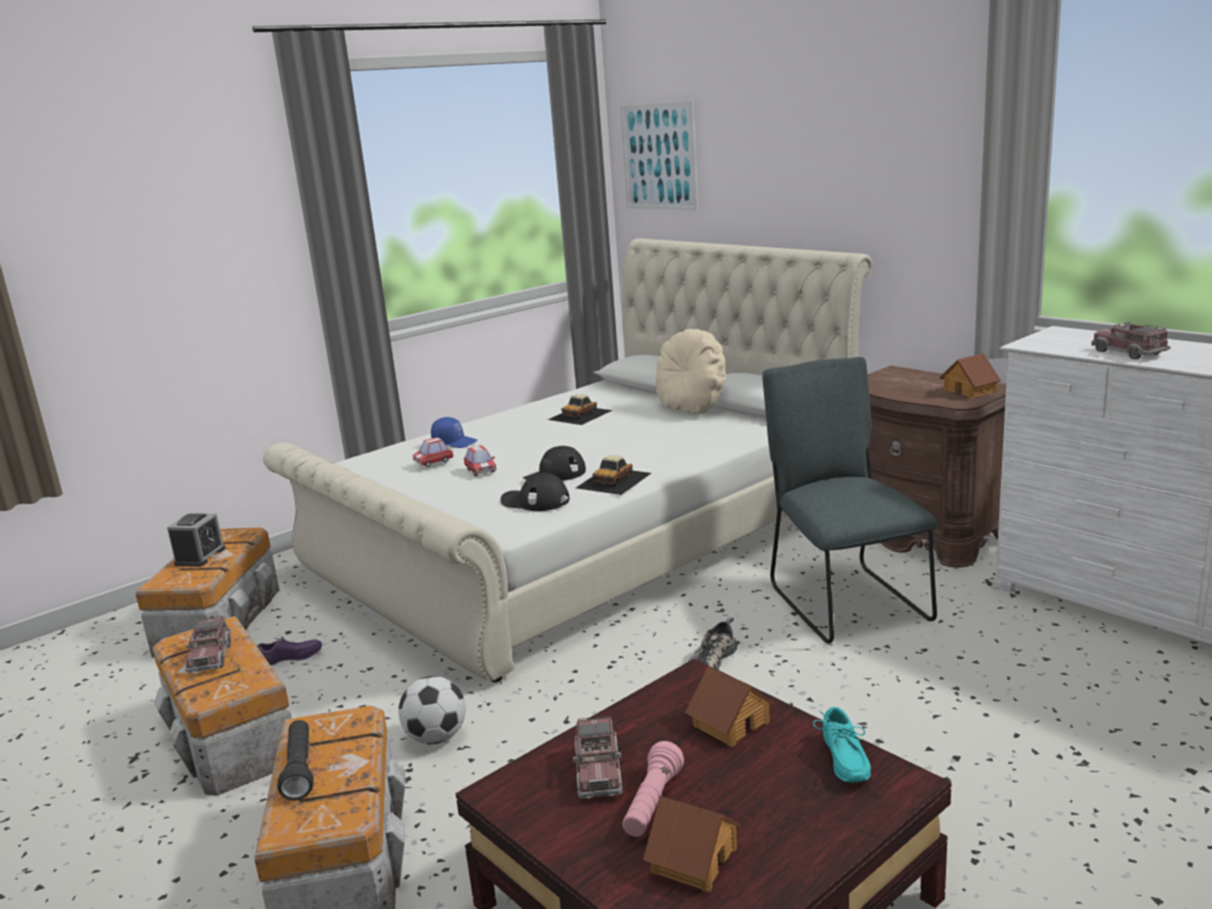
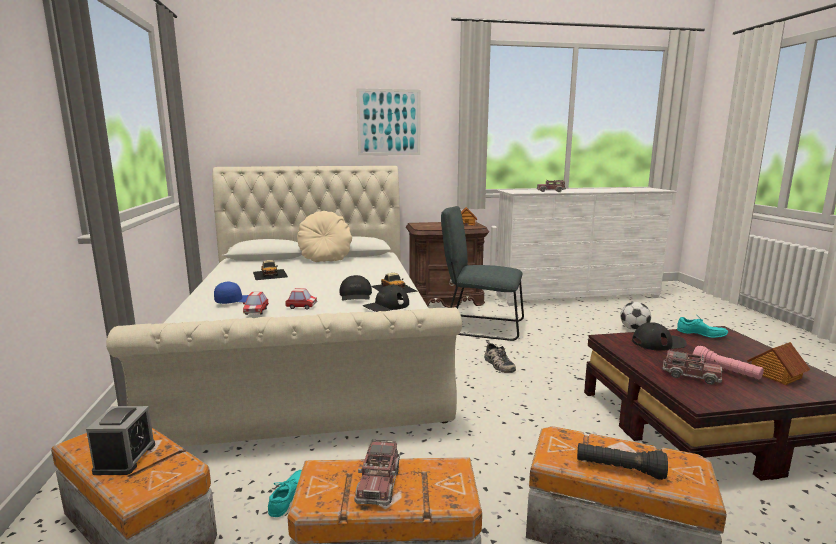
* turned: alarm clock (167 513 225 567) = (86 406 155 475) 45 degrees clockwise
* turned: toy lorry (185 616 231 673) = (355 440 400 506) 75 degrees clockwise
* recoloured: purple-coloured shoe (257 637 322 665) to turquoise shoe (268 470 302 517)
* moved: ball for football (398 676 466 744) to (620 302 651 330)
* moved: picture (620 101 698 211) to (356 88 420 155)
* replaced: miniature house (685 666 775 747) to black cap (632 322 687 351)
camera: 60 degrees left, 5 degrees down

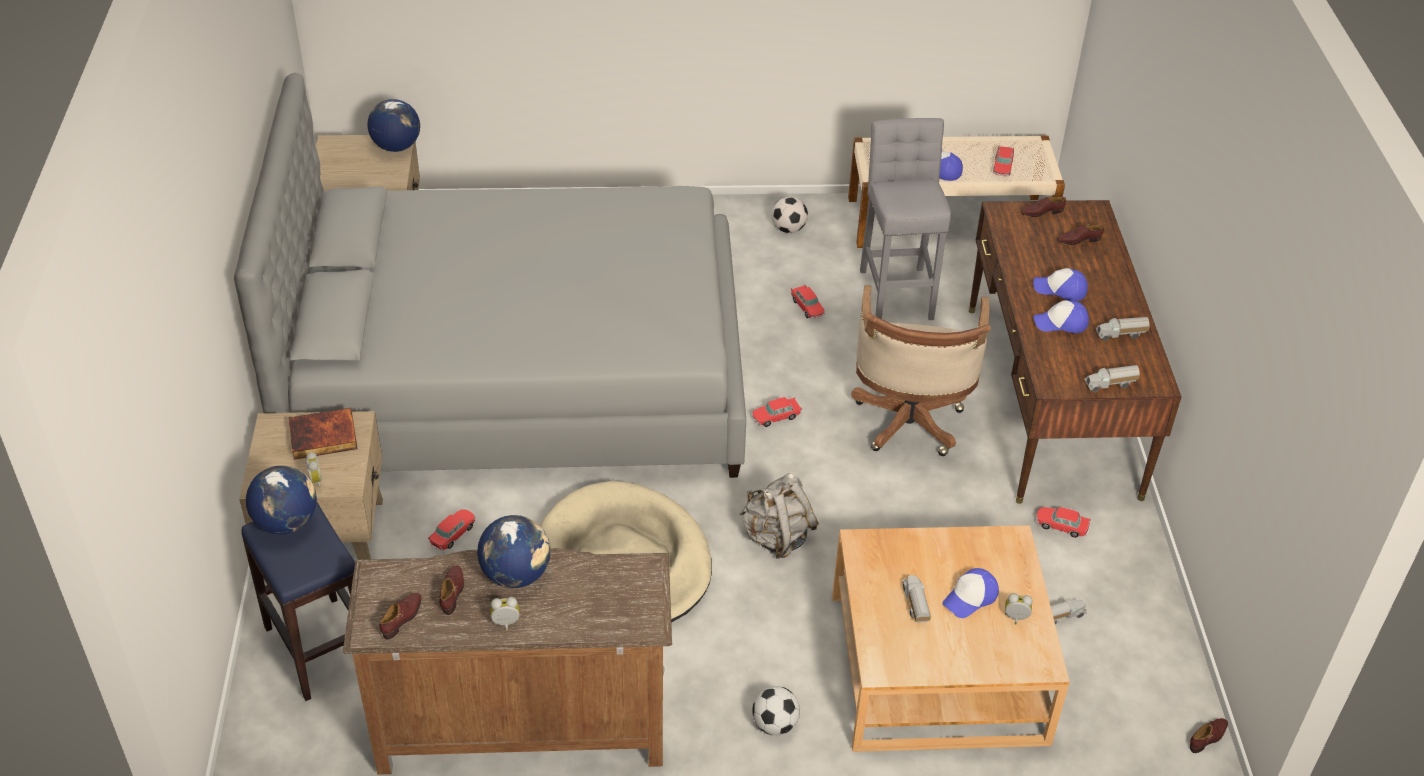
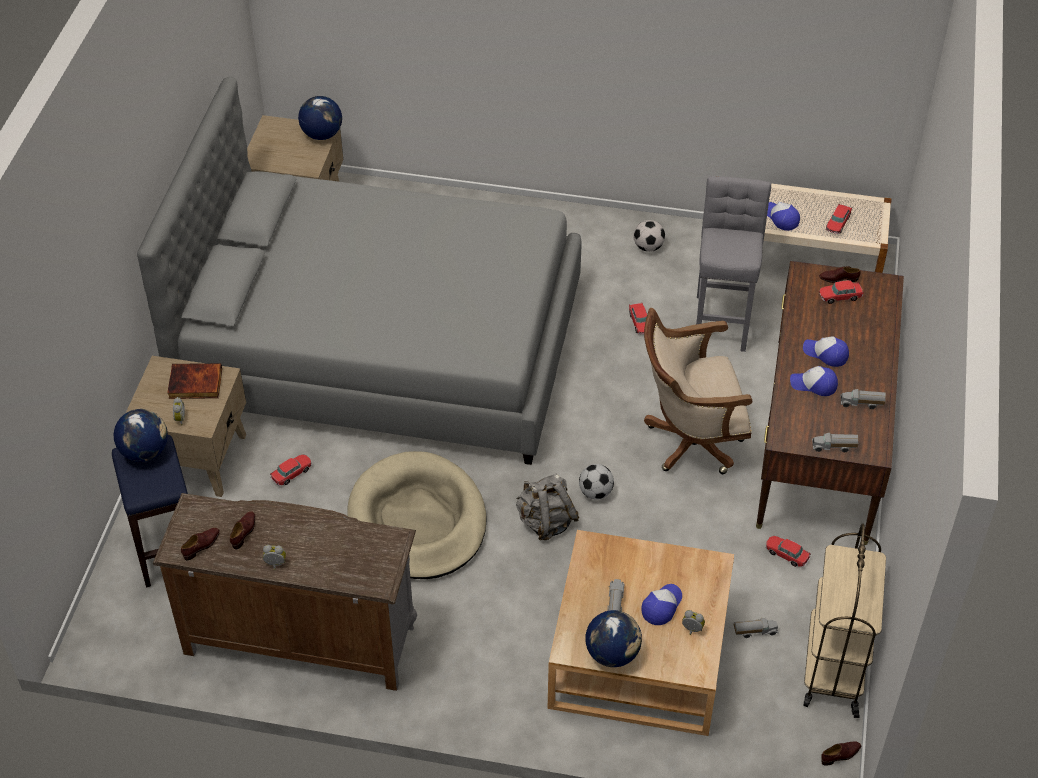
* moved: globe (477 515 551 588) to (585 610 642 667)
* moved: miniature car (752 397 802 427) to (820 280 864 304)
* moved: ball for football (752 686 800 735) to (579 464 614 500)
* turned: desk chair (851 285 991 456) = (644 308 753 474) 60 degrees clockwise
* turned: cap (942 568 999 618) = (641 584 682 625) 150 degrees clockwise
* removed: brown shoe (1057 224 1104 245)
* added: beige trolley (803 523 886 718)
camera: 15 degrees right, 5 degrees up

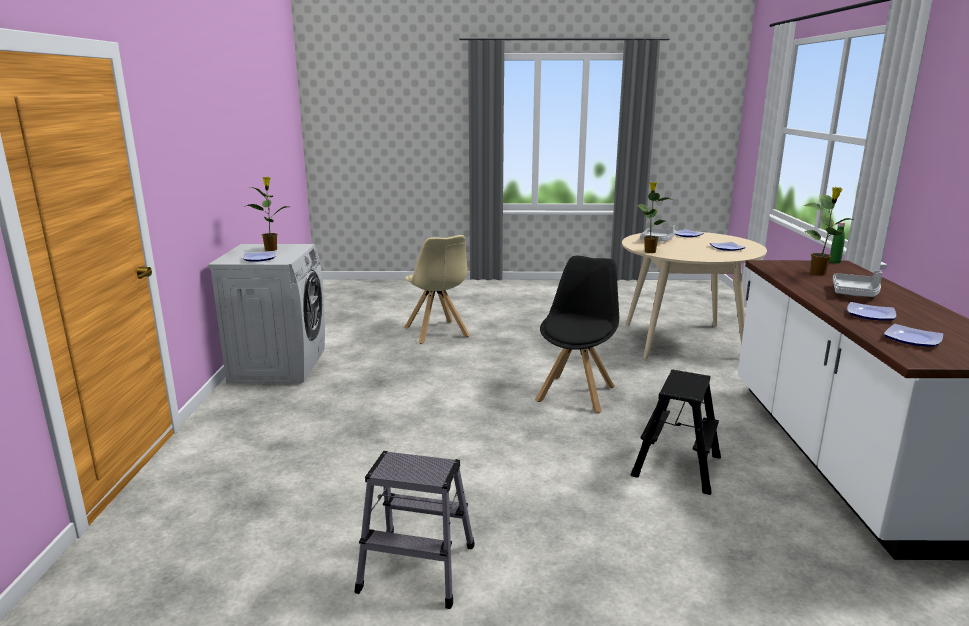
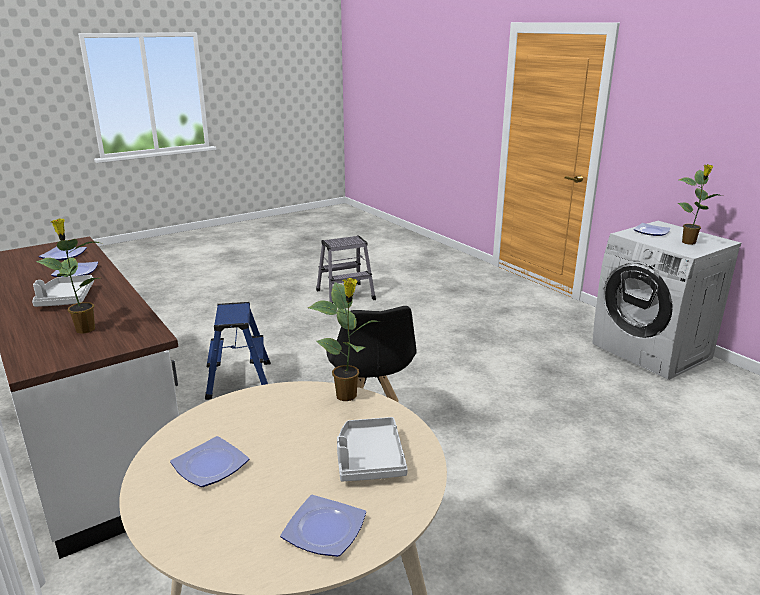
* removed: beige upright chair (404 235 470 344)
* recoloured: black stepladder (631 369 721 495) to bluish stepladder (205 302 271 400)
* removed: greenish bottle (829 222 845 264)
camera: 145 degrees right, 5 degrees up

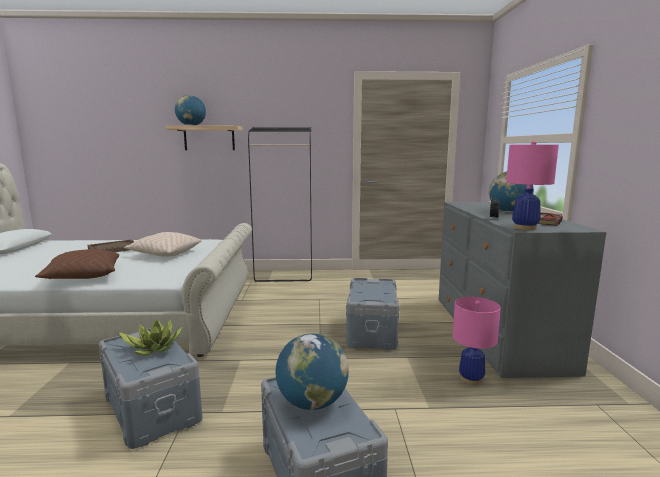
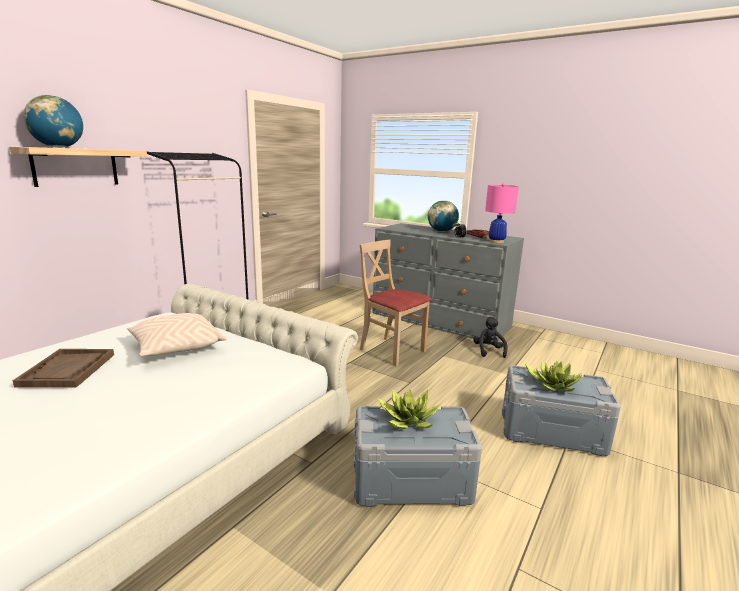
* removed: brown cushion (35 249 119 279)
* replaced: globe (275 333 349 410) to houseplant (525 360 582 392)
* replaced: gray storage bin (346 278 399 350) to beige upright chair (360 240 432 366)
* replaced: pink lamp for a table (452 297 501 385) to black soft toy (473 317 508 358)
camera: 55 degrees left, 5 degrees up

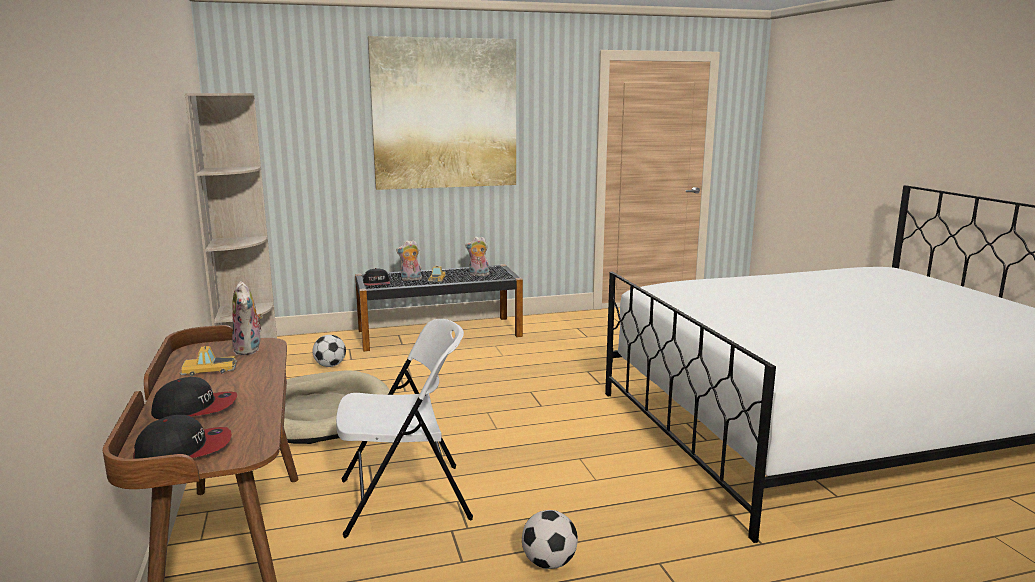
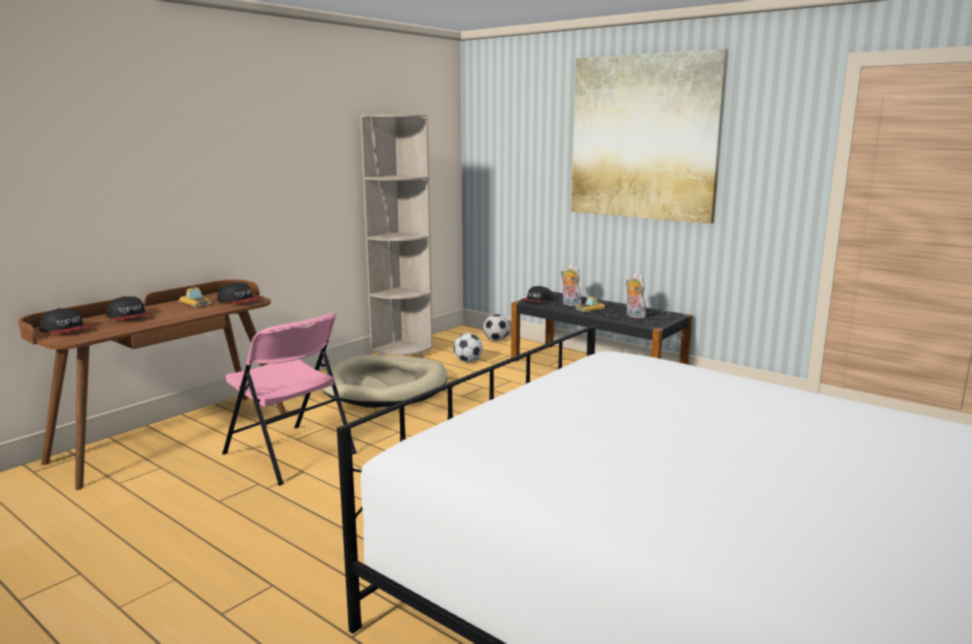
* replaced: soft toy (232 281 263 355) to cap (217 282 262 303)
* recoloured: white-coloured upright chair (336 319 473 538) to pink upright chair (222 313 357 486)
* moved: ball for football (522 510 578 569) to (483 314 510 341)
camera: 55 degrees right, 0 degrees up

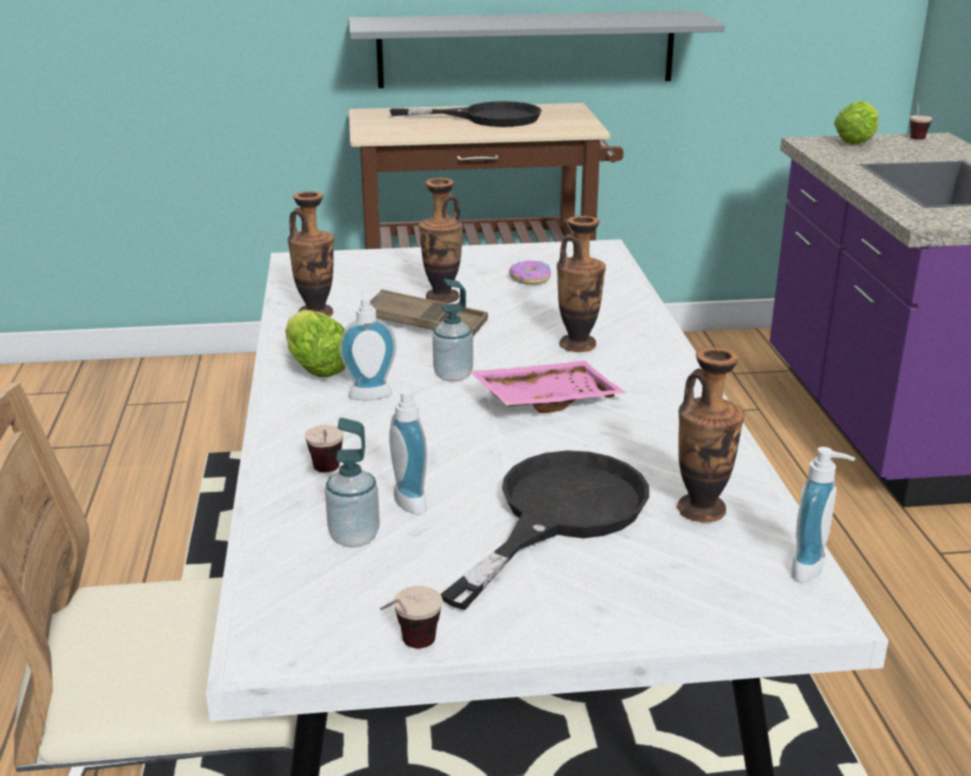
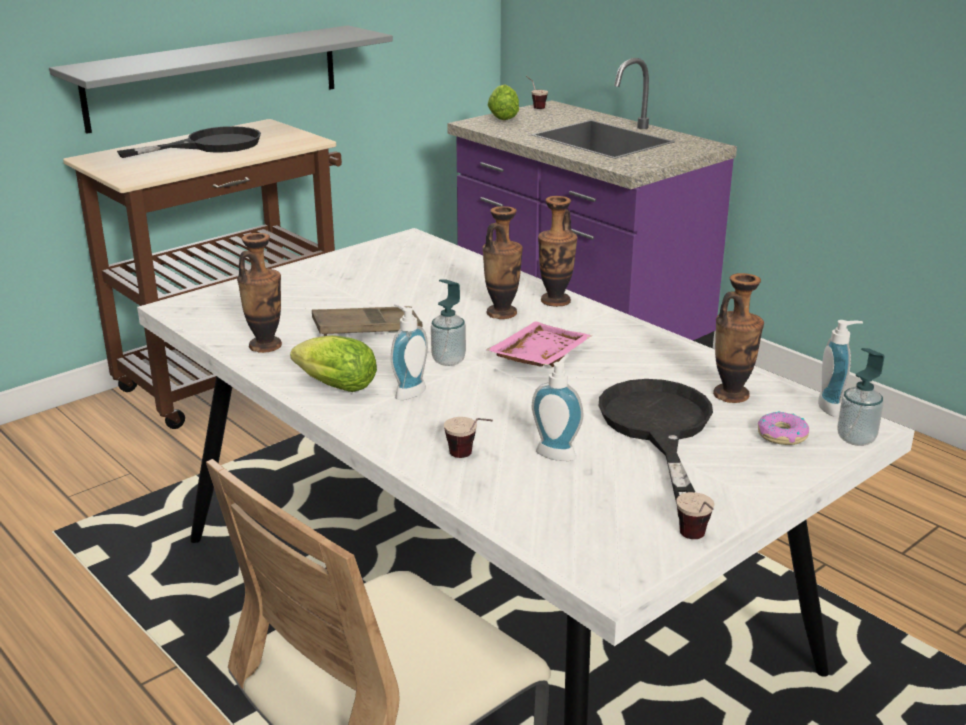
* moved: liquid soap bottle (325 418 380 548) to (837 348 884 446)
* moved: flower vase (419 178 463 303) to (538 196 577 307)
* moved: donut (509 260 551 285) to (758 411 809 445)
camera: 35 degrees left, 0 degrees up

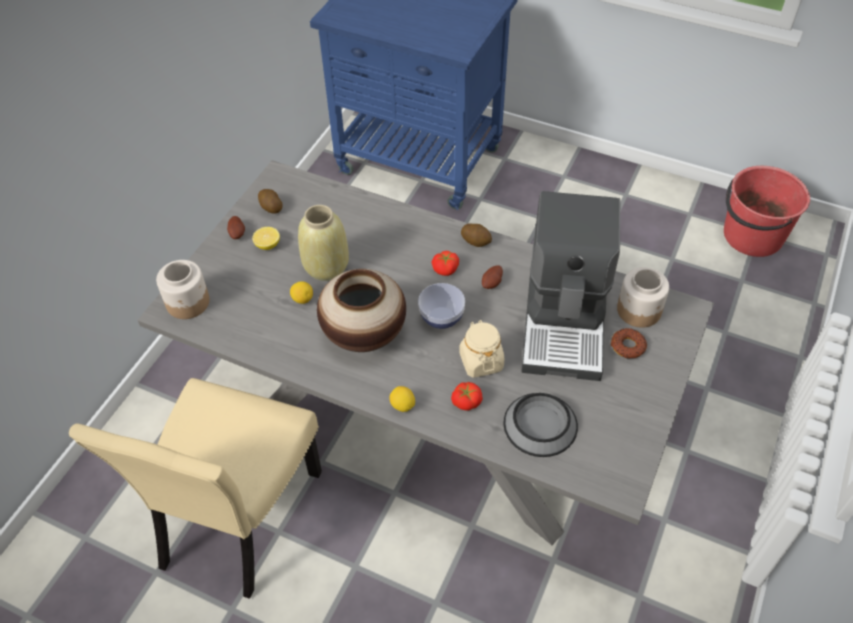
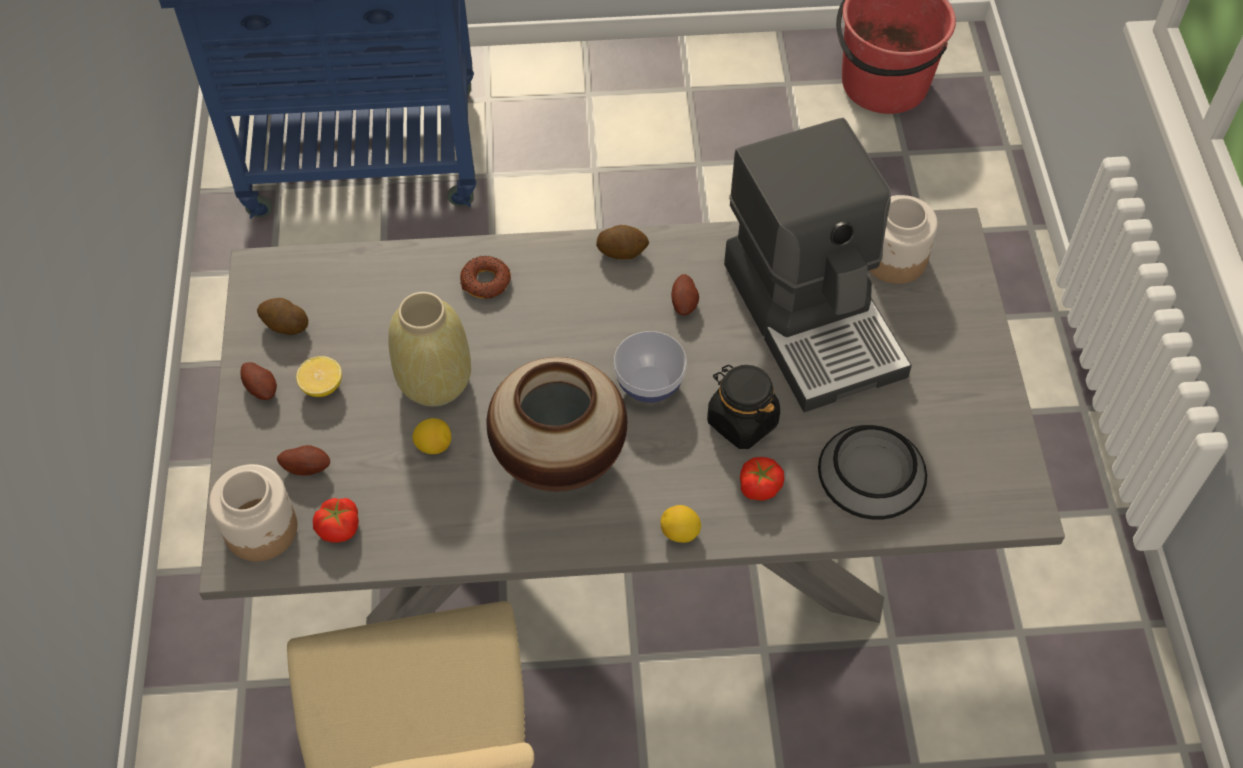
* moved: whole tomato (431 251 459 276) to (313 498 359 542)
* recoloured: beige jar (459 320 504 378) to black jar (707 365 780 449)
* moved: donut (611 328 647 358) to (460 256 511 298)
* added: potato (277 445 330 476)
camera: 30 degrees left, 5 degrees up

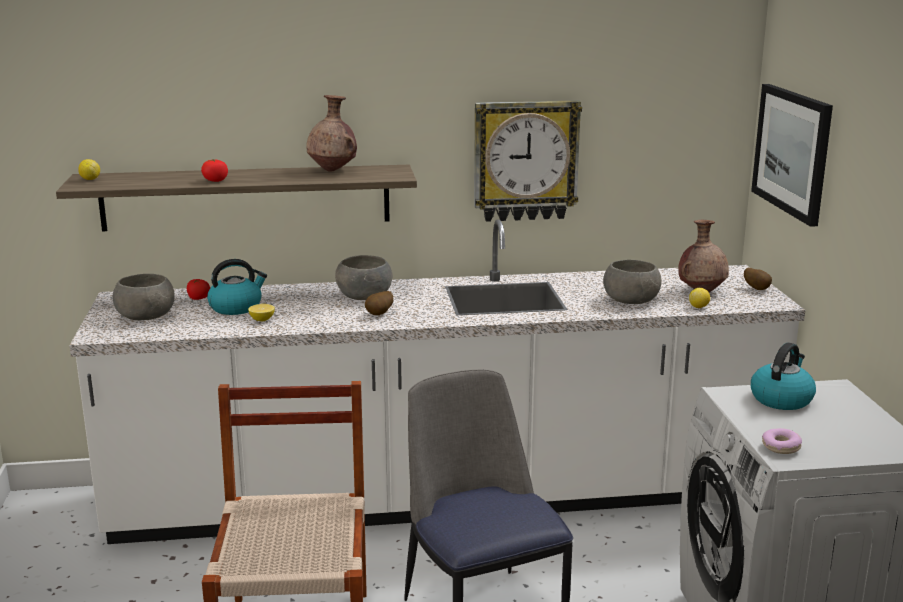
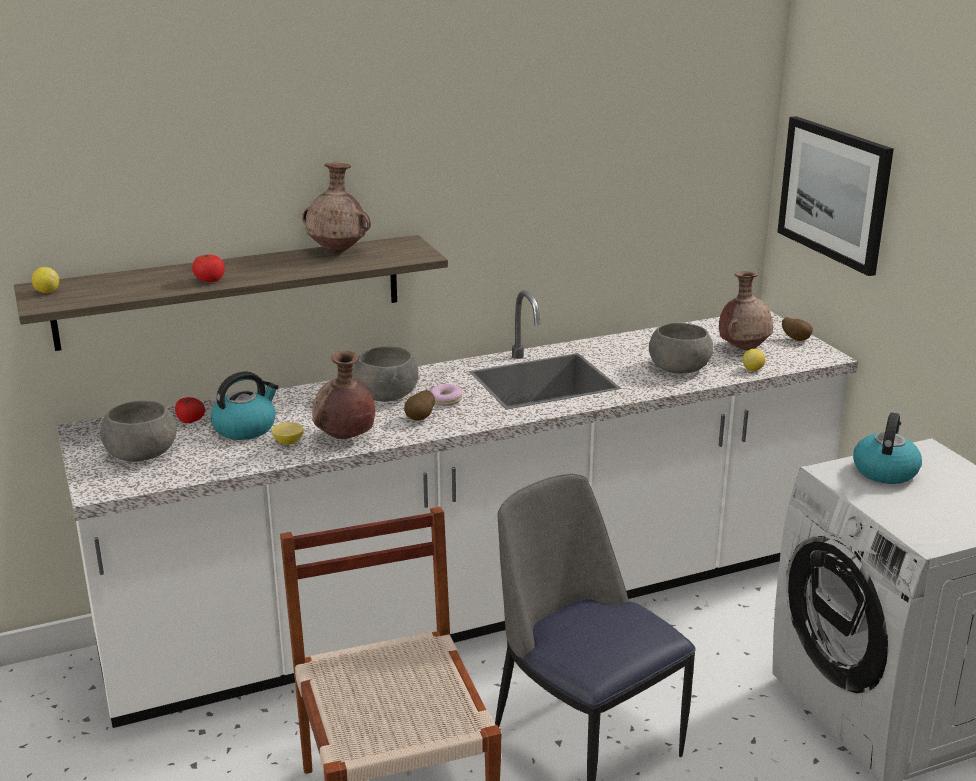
* removed: hanging clock (474 100 582 222)
* moved: donut (762 428 802 454) to (430 384 463 406)
* added: brown flower vase (312 351 375 439)
camera: 15 degrees left, 5 degrees up

